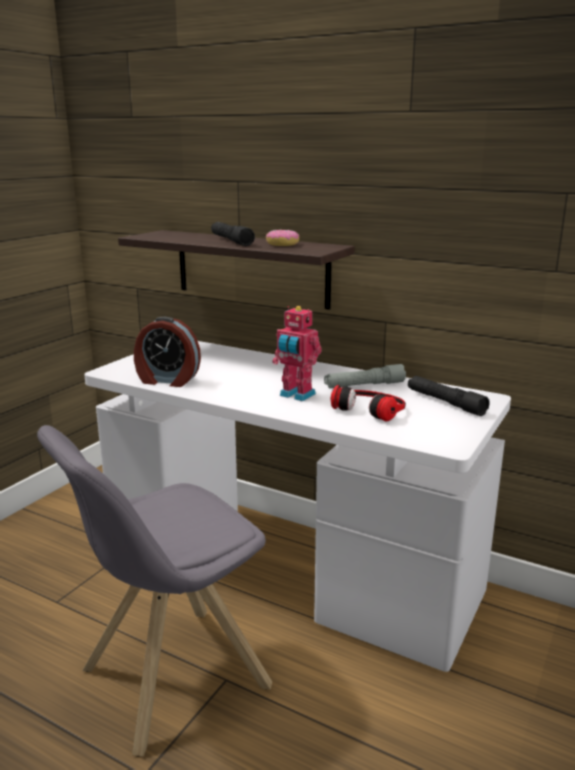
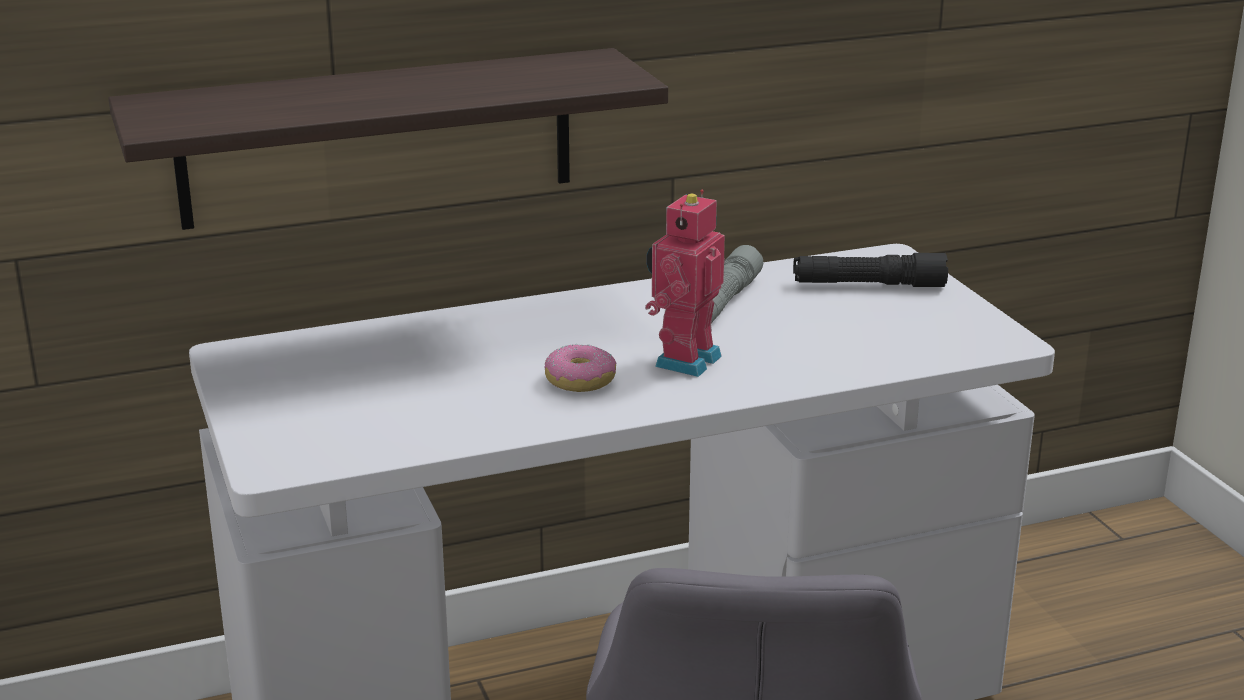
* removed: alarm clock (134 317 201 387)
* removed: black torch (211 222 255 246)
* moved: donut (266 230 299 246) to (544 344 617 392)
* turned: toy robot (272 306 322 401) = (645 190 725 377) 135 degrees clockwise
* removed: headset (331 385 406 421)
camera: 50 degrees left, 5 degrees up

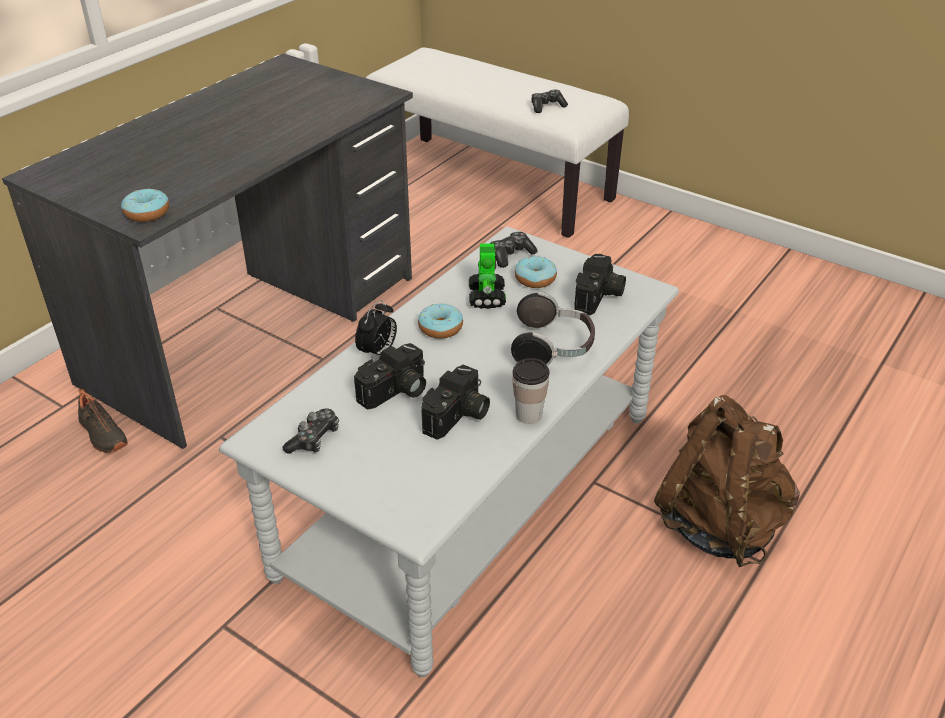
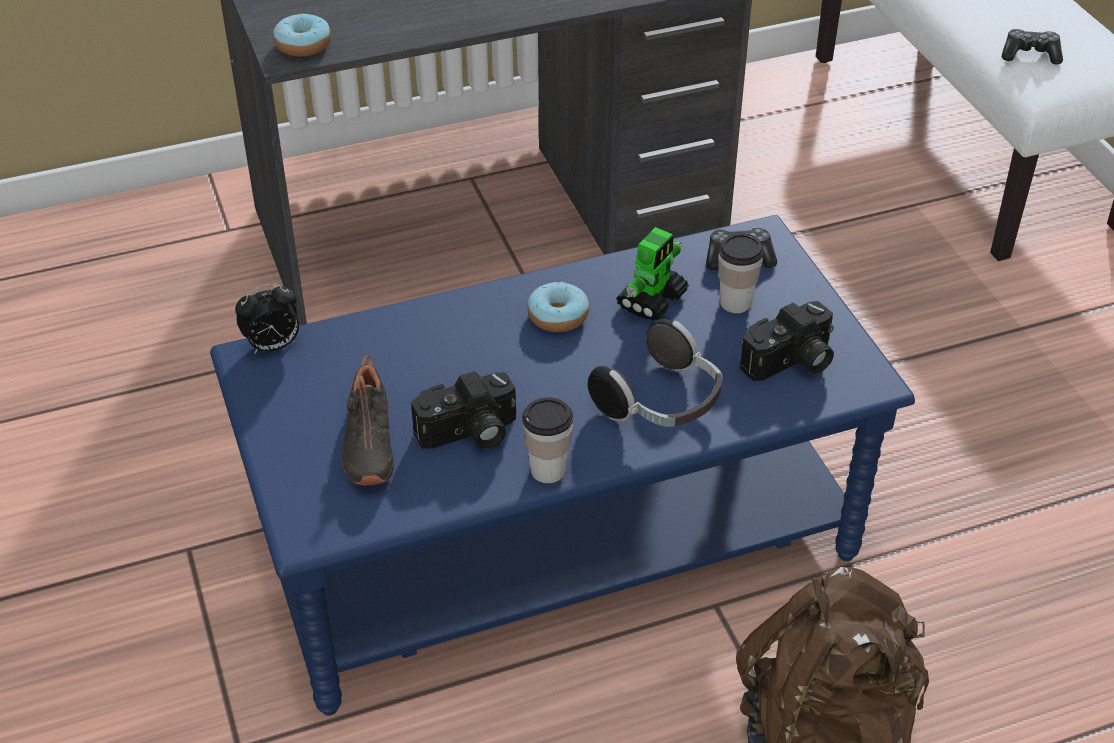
* moved: black shoe (78 389 128 453) to (341 356 394 485)
* recoloured: gray lounge table (219 227 679 677) to bluish lounge table (210 215 915 716)
* removed: joypad (282 408 339 454)
* removed: still camera (354 343 426 410)
* moved: alarm clock (355 300 397 359) to (235 283 299 354)
* replaced: donut (515 256 557 288) to drinking cup (718 233 764 313)
camera: 35 degrees right, 5 degrees up

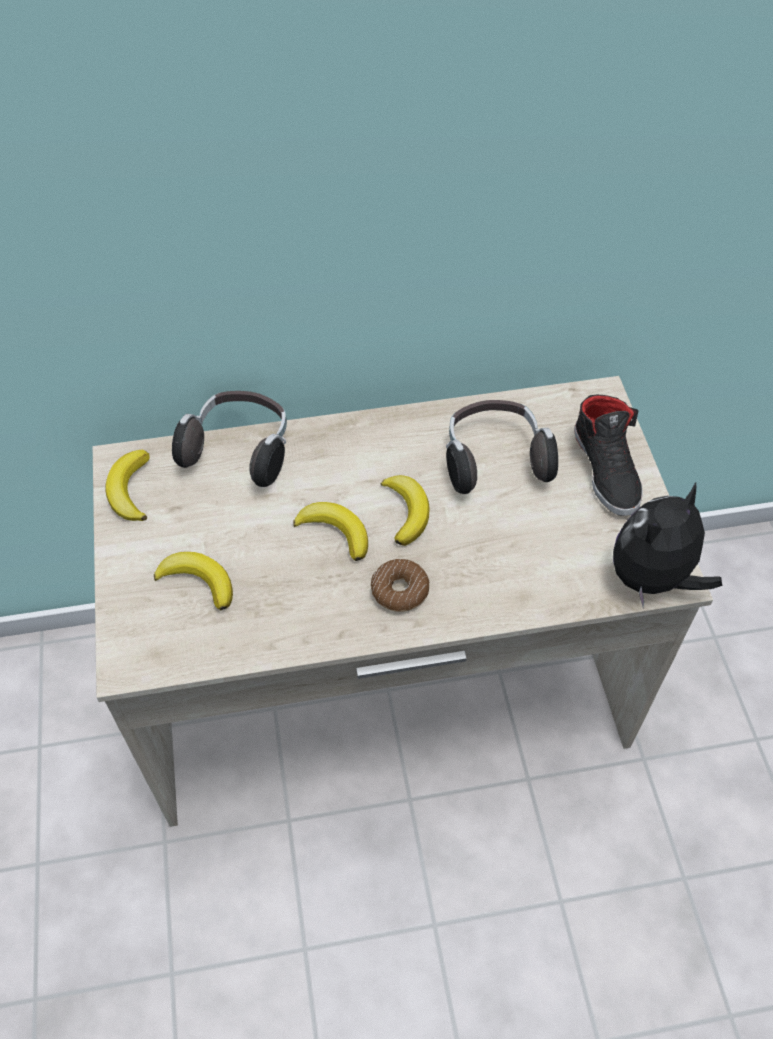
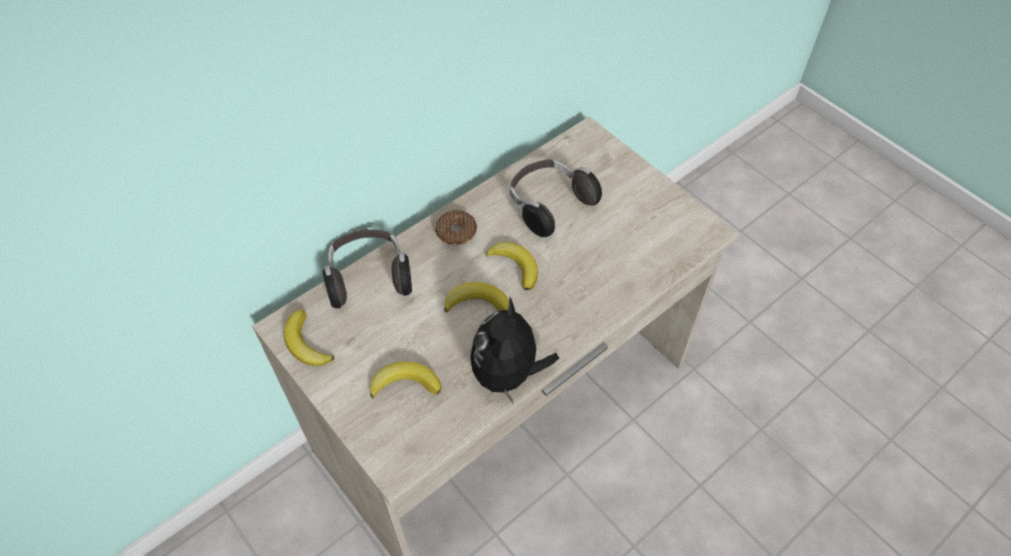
* moved: donut (371 558 429 612) to (435 210 477 246)
* removed: black shoe (574 394 643 516)
* moved: soft toy (613 482 722 608) to (470 296 559 403)
camera: 30 degrees left, 0 degrees up

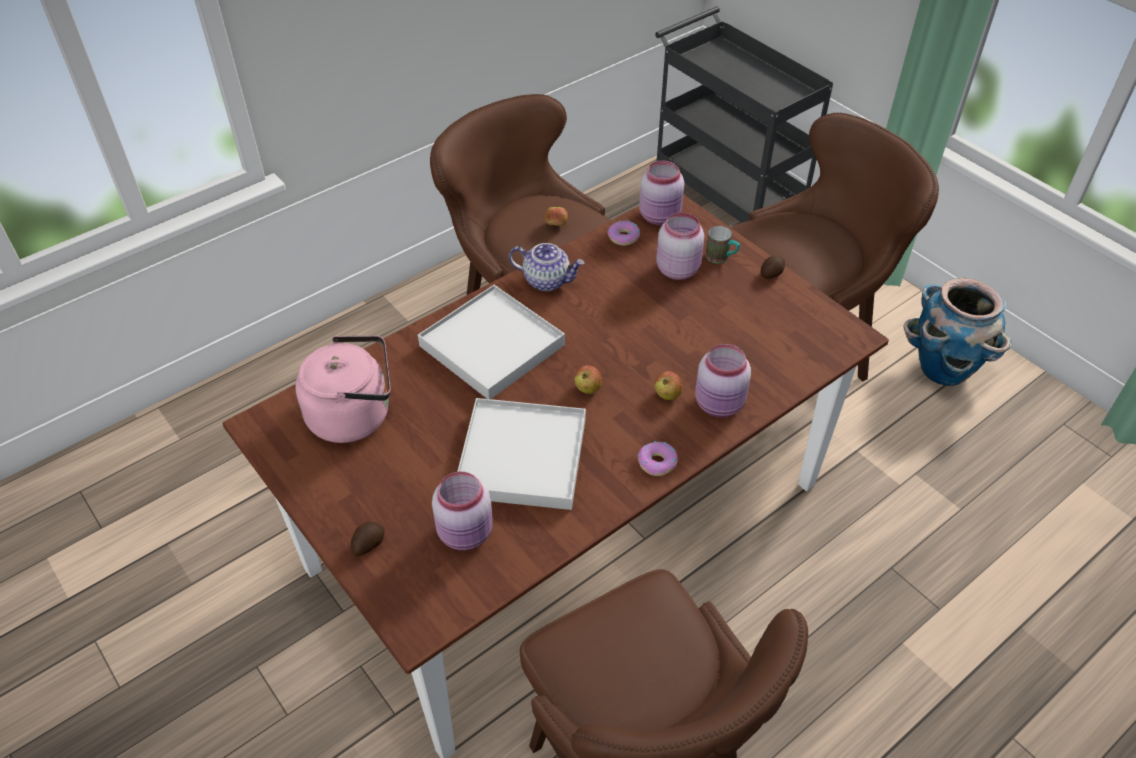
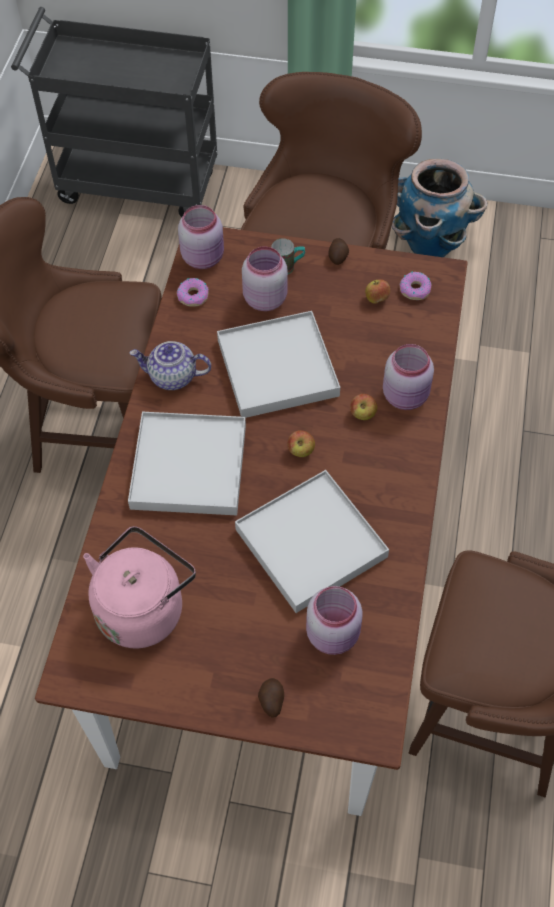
* turned: teapot (509 243 585 291) = (130 341 211 390) 150 degrees counterclockwise
* moved: whole apple (545 205 568 226) to (365 279 390 303)
* moved: donut (637 441 678 476) to (400 271 431 300)
* added: white-coloured serving tray (217 311 340 418)
camera: 40 degrees left, 10 degrees up

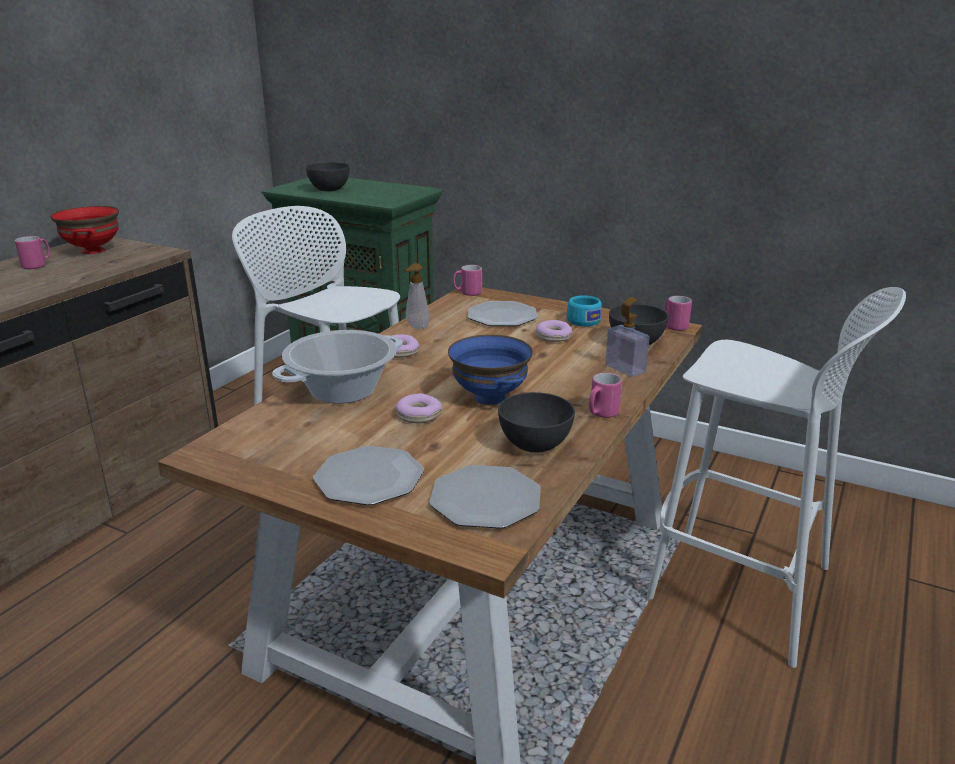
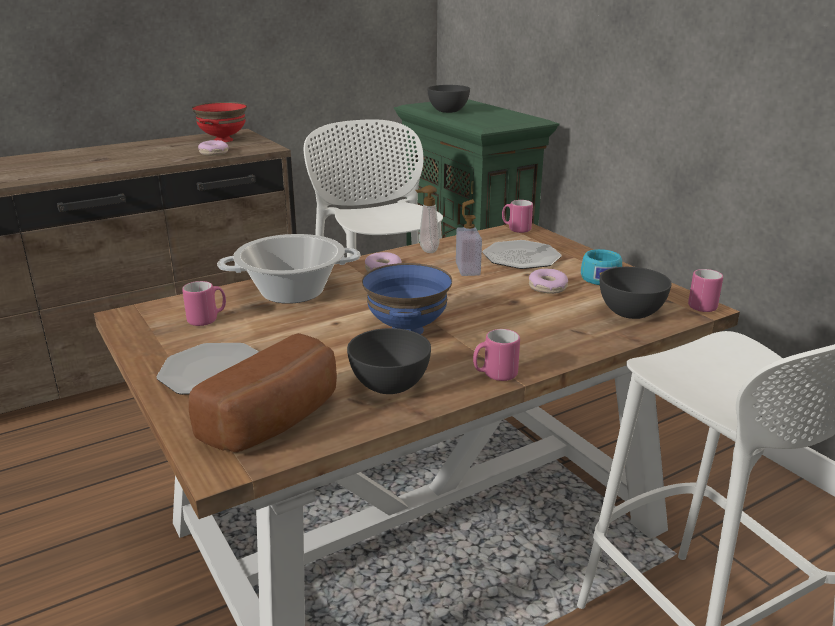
* moved: pink coffee mug (15 236 50 269) to (182 281 226 326)
* moved: donut (396 393 442 423) to (198 140 229 156)
* replaced: dinner plate (429 465 541 529) to bakery bread (188 333 337 452)
* moved: liquid soap bottle (605 297 650 377) to (456 199 482 276)
camera: 30 degrees right, 0 degrees up

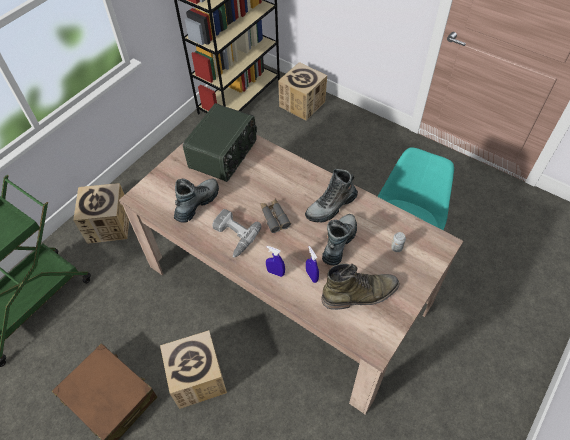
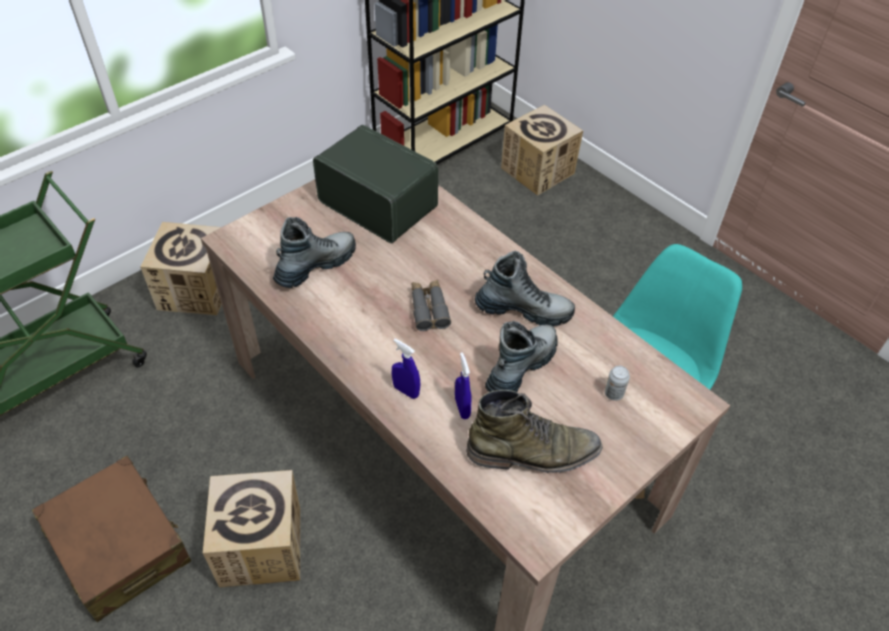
* turned: radio (183 103 257 182) = (313 125 439 243) 90 degrees counterclockwise
* removed: drill (212 209 262 258)
* turned: tall boot (305 169 358 222) = (475 251 575 326) 150 degrees counterclockwise
camera: 10 degrees right, 5 degrees down

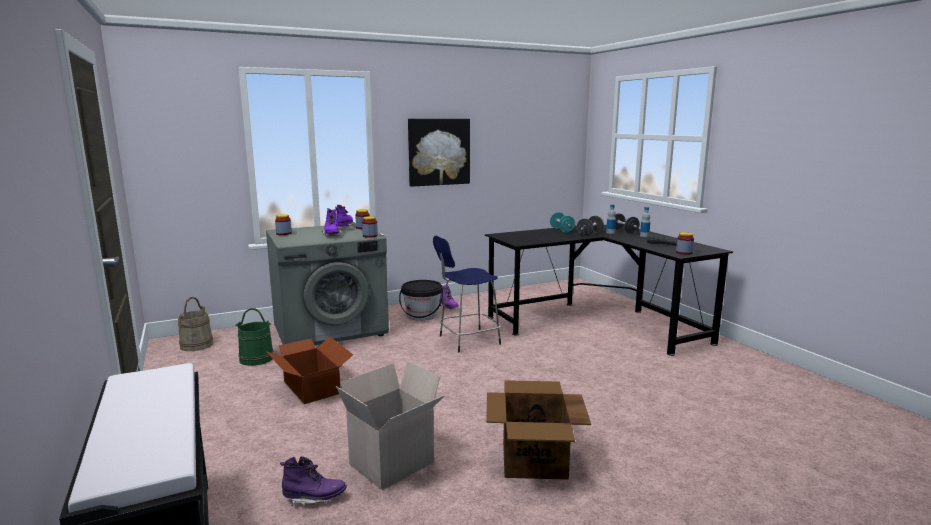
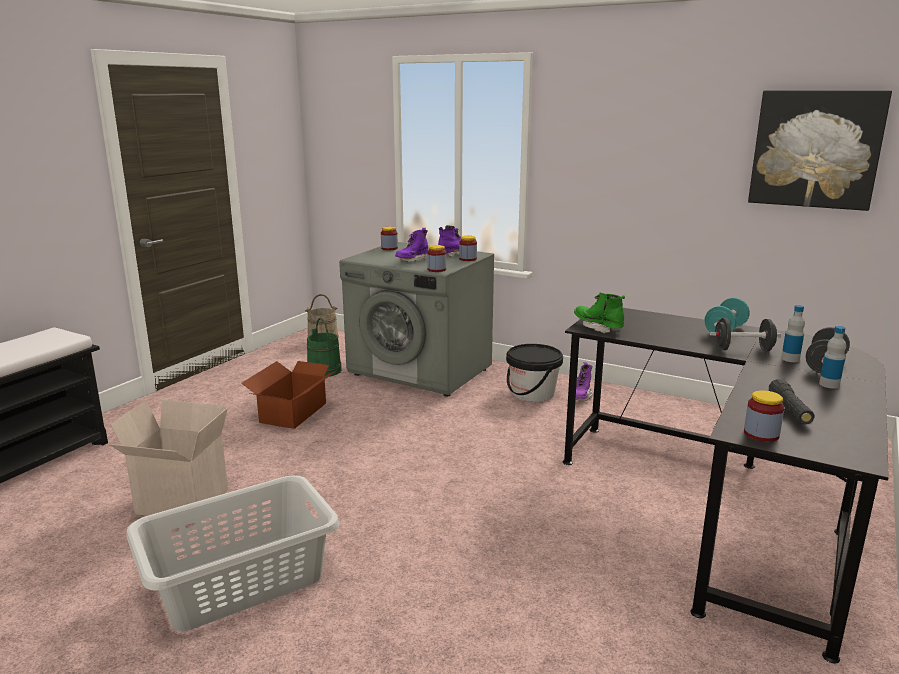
* removed: purple-coloured tall boot (280 456 347 507)
* moved: picture (408 119 470 187) to (748 90 892 211)
* removed: bluish stool (433 236 501 352)
* replaced: packing box (486 380 591 480) to gray laundry basket (126 476 340 631)
* added: greenish tall boot (574 292 625 333)
camera: 55 degrees right, 5 degrees up

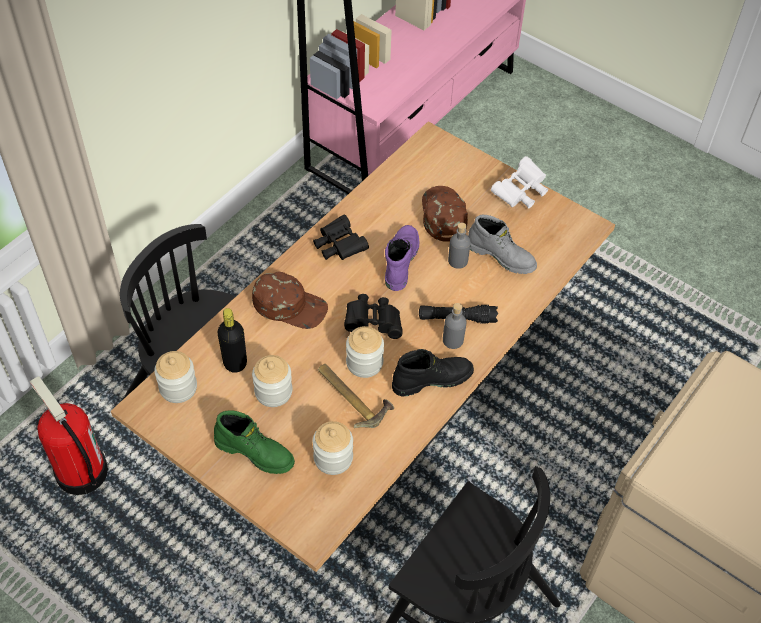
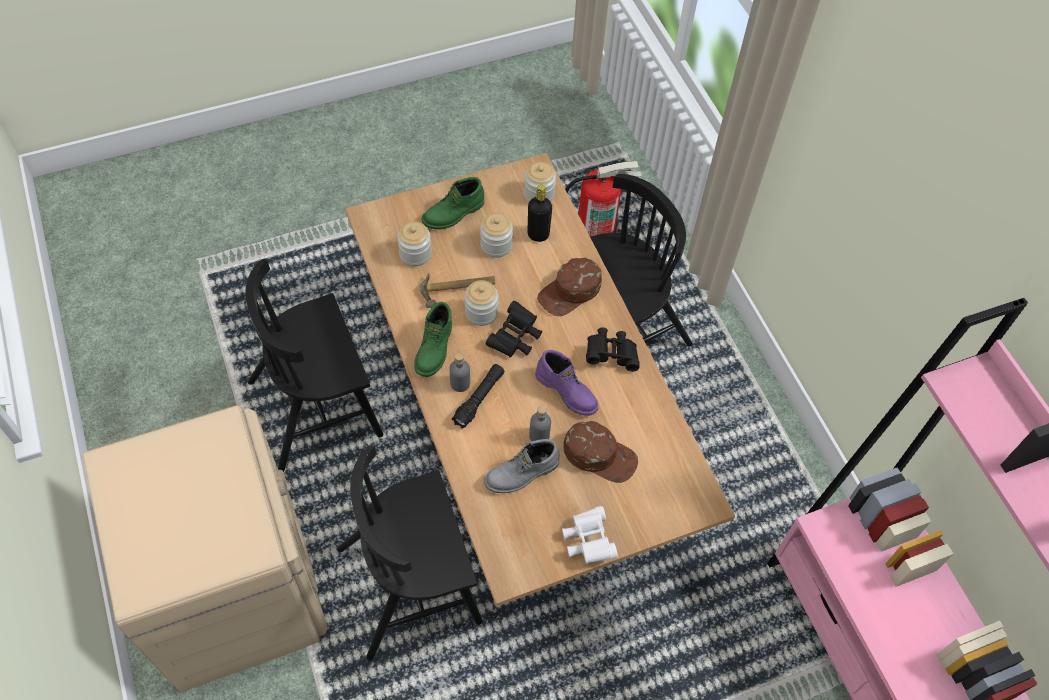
* recoloured: black tall boot (392 349 474 397) to greenish tall boot (414 302 452 377)
* added: black upright chair (337 445 483 661)
camera: 120 degrees right, 5 degrees up

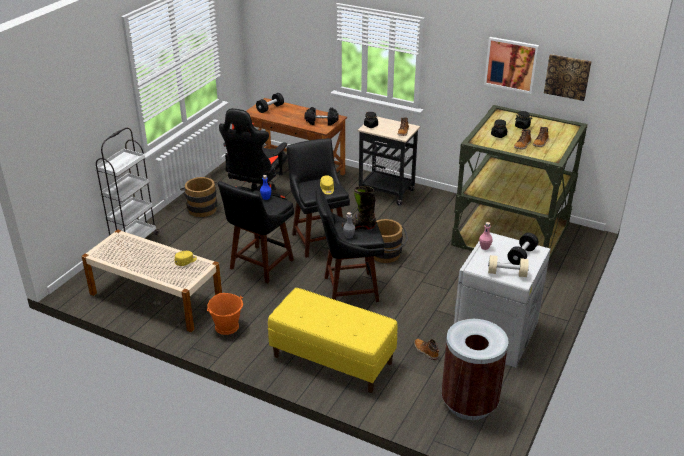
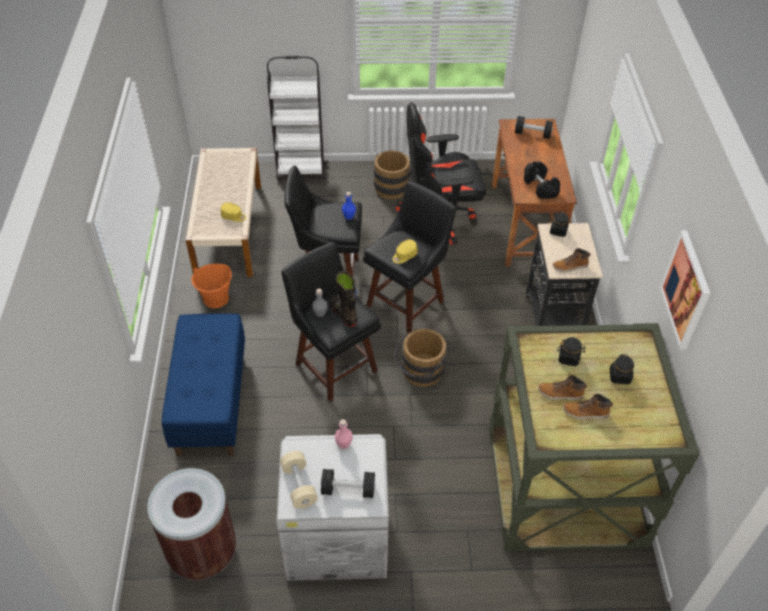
* recoloured: yellow-coloured long seat (268 288 398 393) to bluish long seat (162 314 245 456)
* removed: tall boot (414 339 439 360)
* removed: picture (544 54 592 101)
camera: 60 degrees right, 15 degrees up

